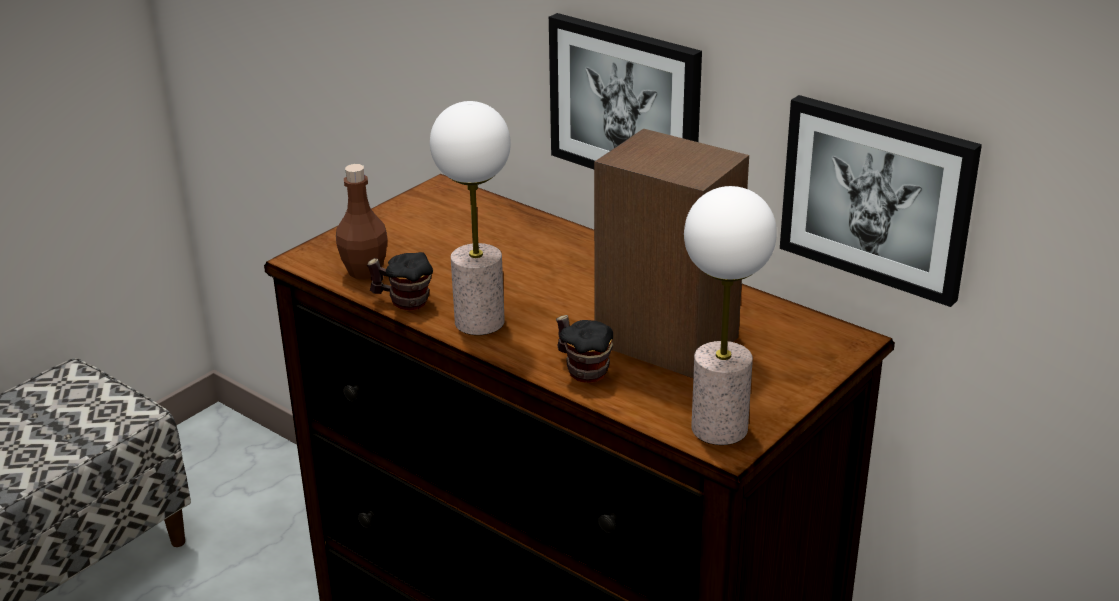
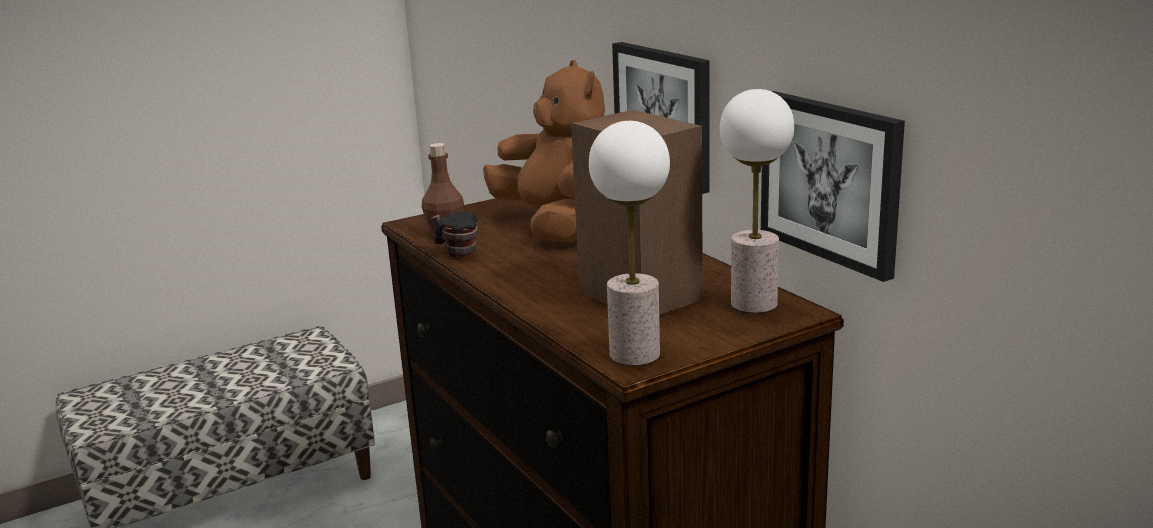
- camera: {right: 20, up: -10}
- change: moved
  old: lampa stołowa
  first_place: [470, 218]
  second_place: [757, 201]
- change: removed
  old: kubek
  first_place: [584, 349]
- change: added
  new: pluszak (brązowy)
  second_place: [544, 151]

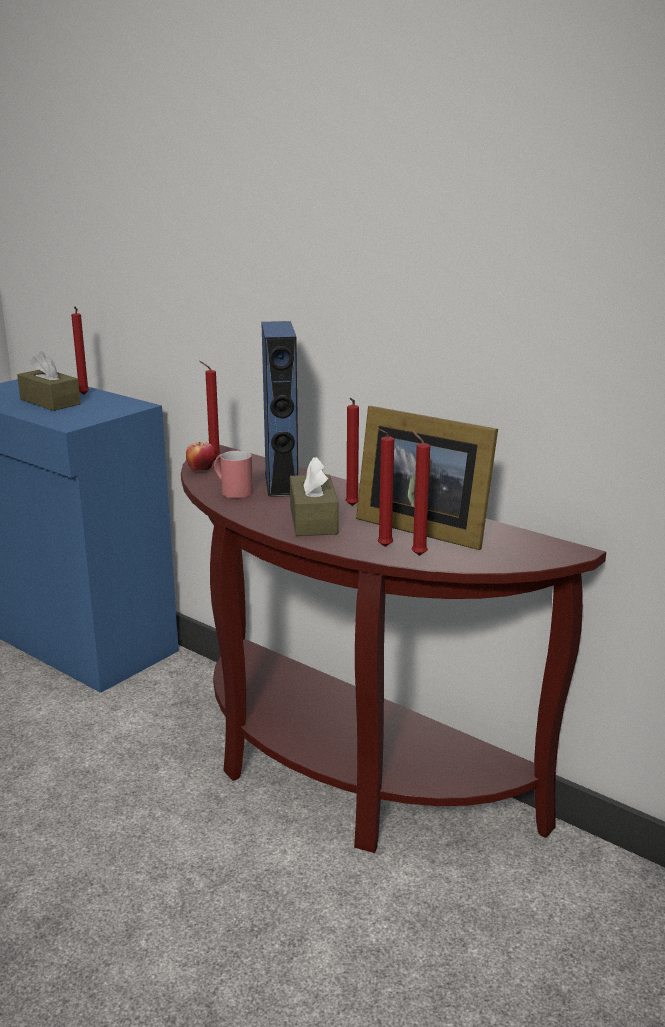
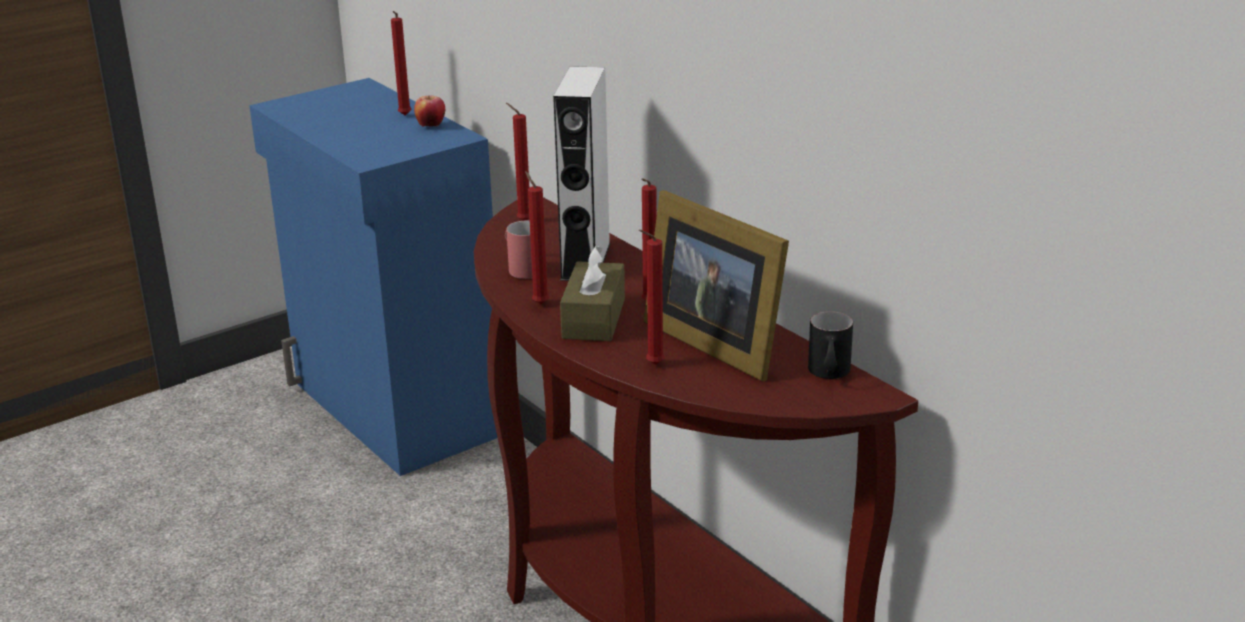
- camera: {right: 15, up: 5}
- change: recoloured
  old: głośnik (niebieski)
  new: głośnik (biały)
  first_place: [279, 409]
  second_place: [582, 173]
- change: removed
  old: pudełko chusteczek (brązowy)
  first_place: [49, 381]
- change: moved
  old: świeca (czerwony)
  first_place: [420, 493]
  second_place: [537, 237]
- change: moved
  old: jabłko
  first_place: [200, 456]
  second_place: [429, 111]
- change: added
  new: kubek (czarny)
  second_place: [830, 345]

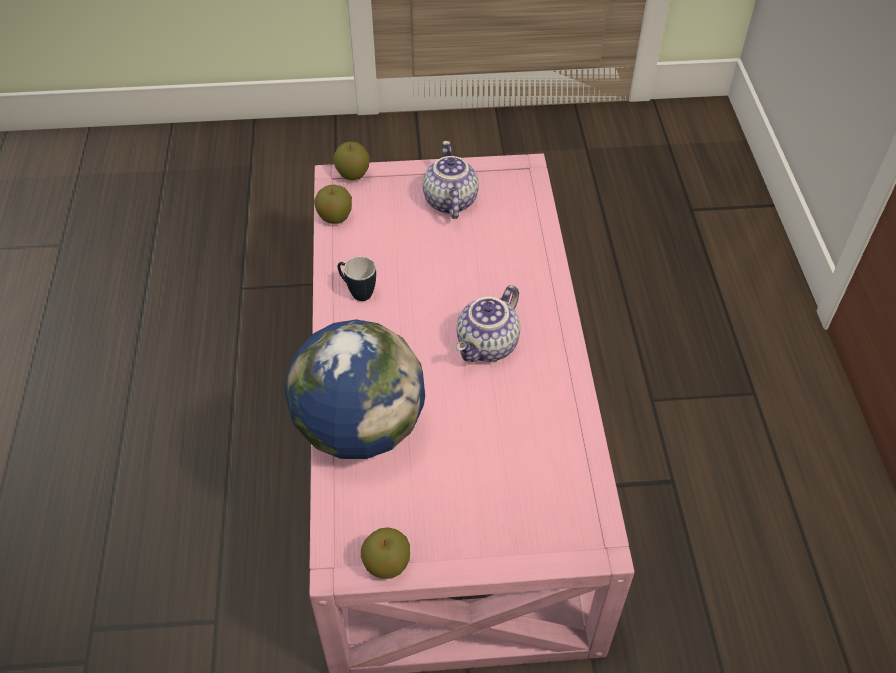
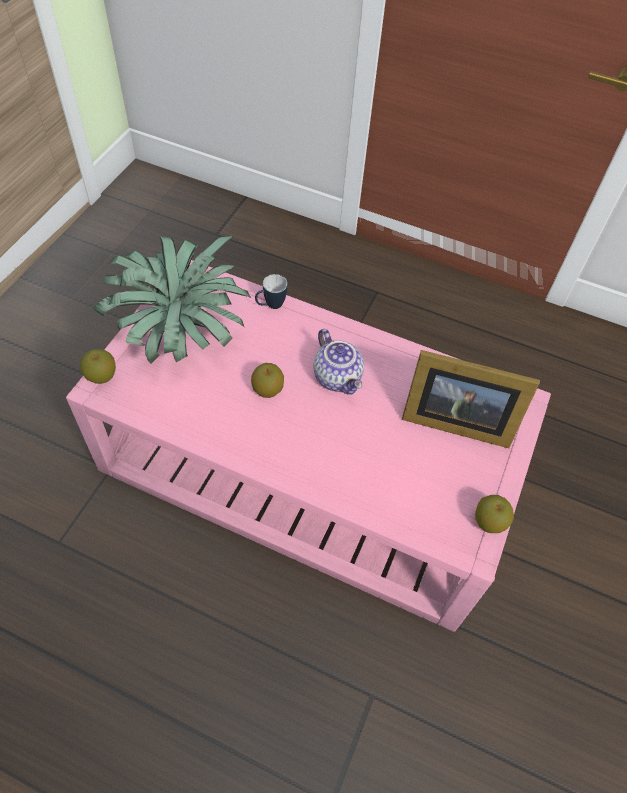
- camera: {right: -65, up: 5}
- change: replaced
  old: imbryk
  new: roślina doniczkowa
  first_place: [451, 180]
  second_place: [172, 300]
- change: moved
  old: jabłko
  first_place: [333, 204]
  second_place: [267, 380]
- change: moved
  old: kubek
  first_place: [357, 279]
  second_place: [271, 291]
- change: removed
  old: globus
  first_place: [355, 389]
- change: added
  new: ramka na zdjęcie
  second_place: [471, 399]

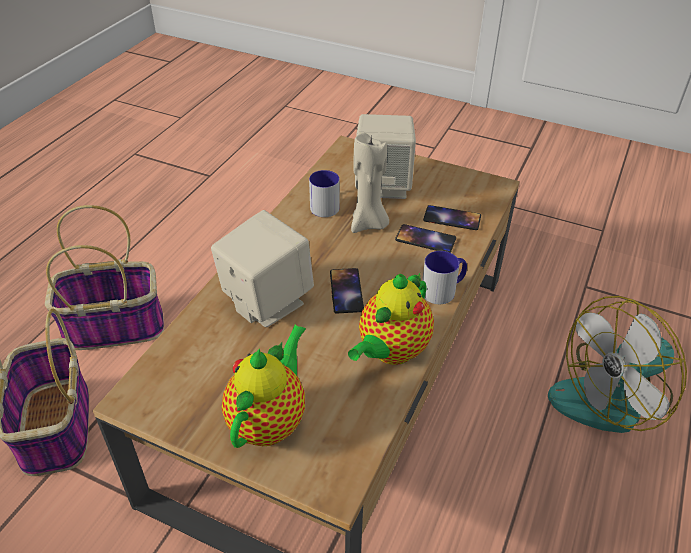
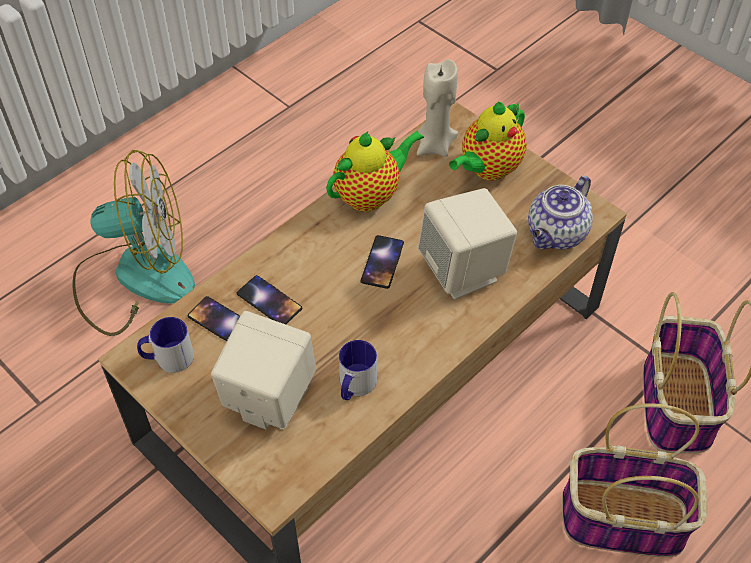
- camera: {right: -160, up: 10}
- change: moved
  old: świeca (beżowy)
  first_place: [370, 183]
  second_place: [437, 108]
- change: moved
  old: kubek
  first_place: [444, 277]
  second_place: [165, 345]
- change: added
  new: imbryk
  second_place: [560, 212]

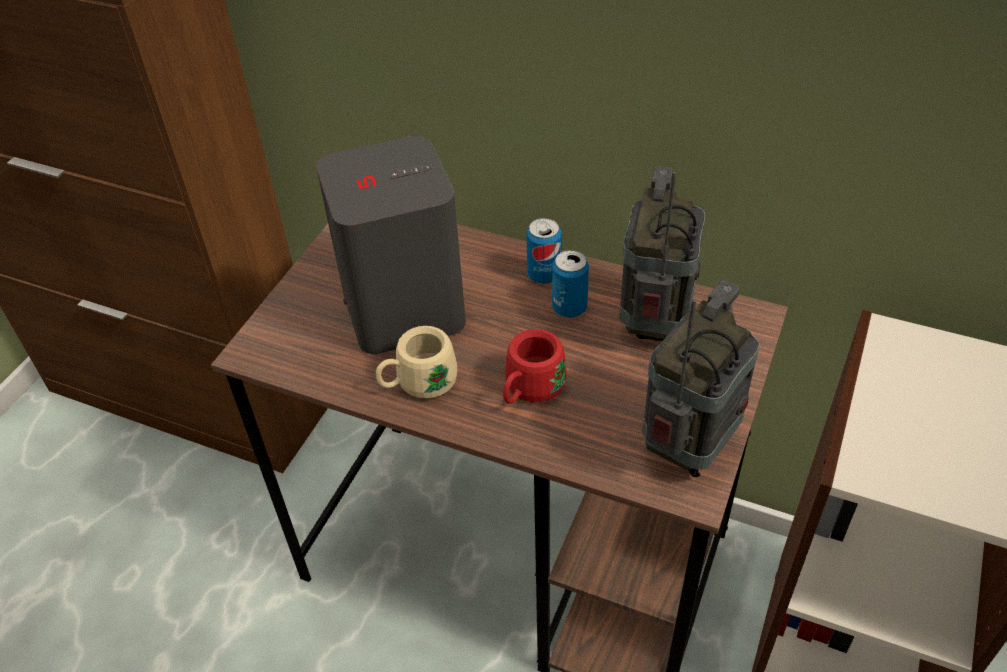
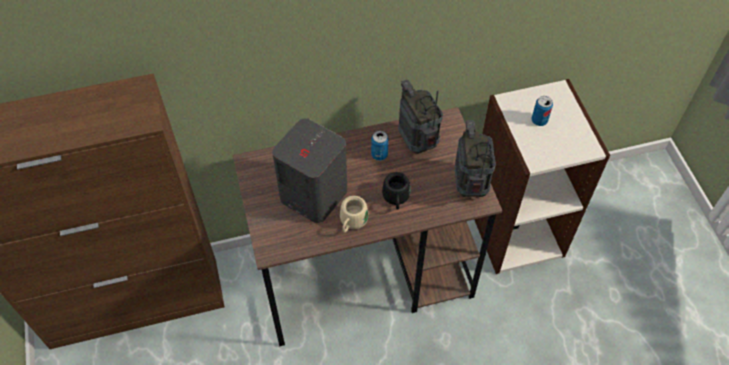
- camera: {right: -40, up: 10}
- change: moved
  old: puszka
  first_place: [544, 251]
  second_place: [542, 111]
- change: recoloured
  old: kubek (czerwony)
  new: kubek (czarny)
  first_place: [535, 366]
  second_place: [396, 191]

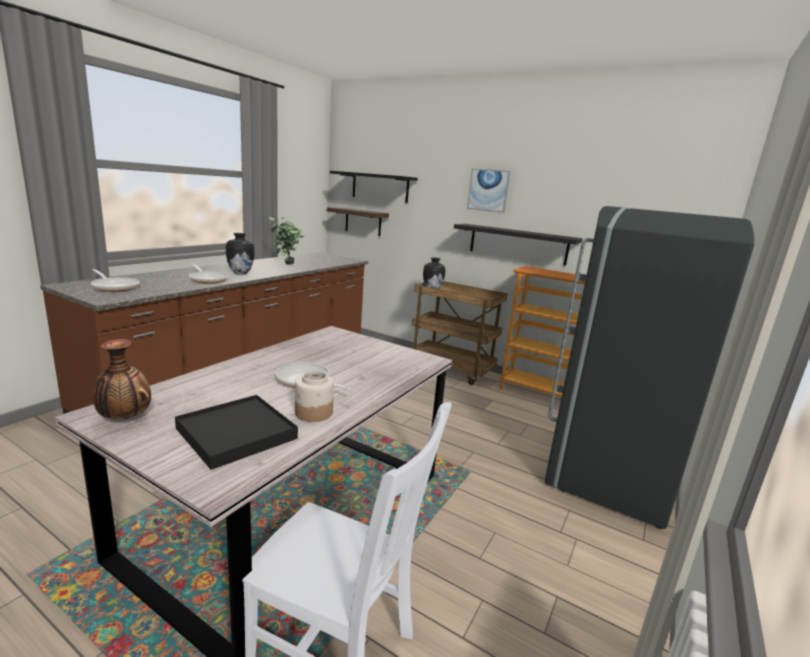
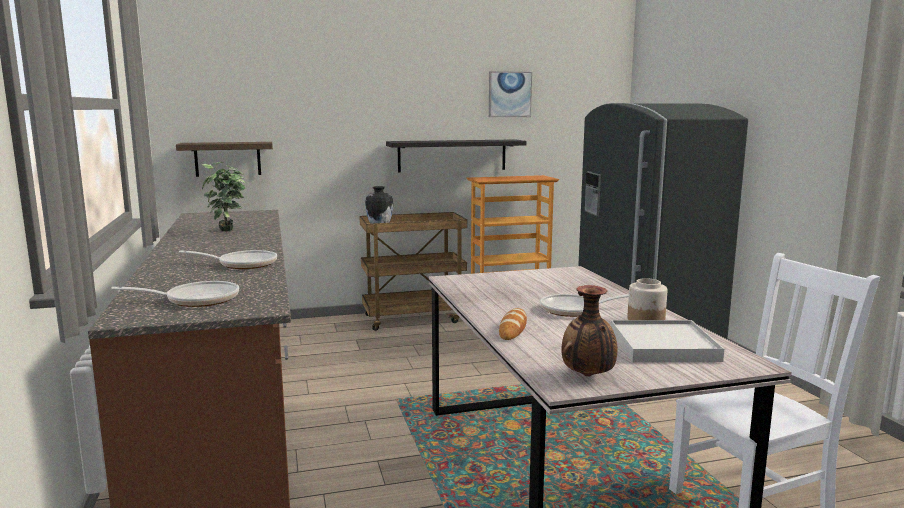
- camera: {right: -45, up: -5}
- change: moved
  old: obraz
  first_place: [488, 191]
  second_place: [510, 94]
- change: removed
  old: półka (czarny)
  first_place: [374, 187]
- change: removed
  old: wazon
  first_place: [240, 254]
- change: recoloured
  old: taca (czarny)
  new: taca (biały)
  first_place: [236, 432]
  second_place: [667, 341]
- change: added
  new: chleb
  second_place: [513, 324]

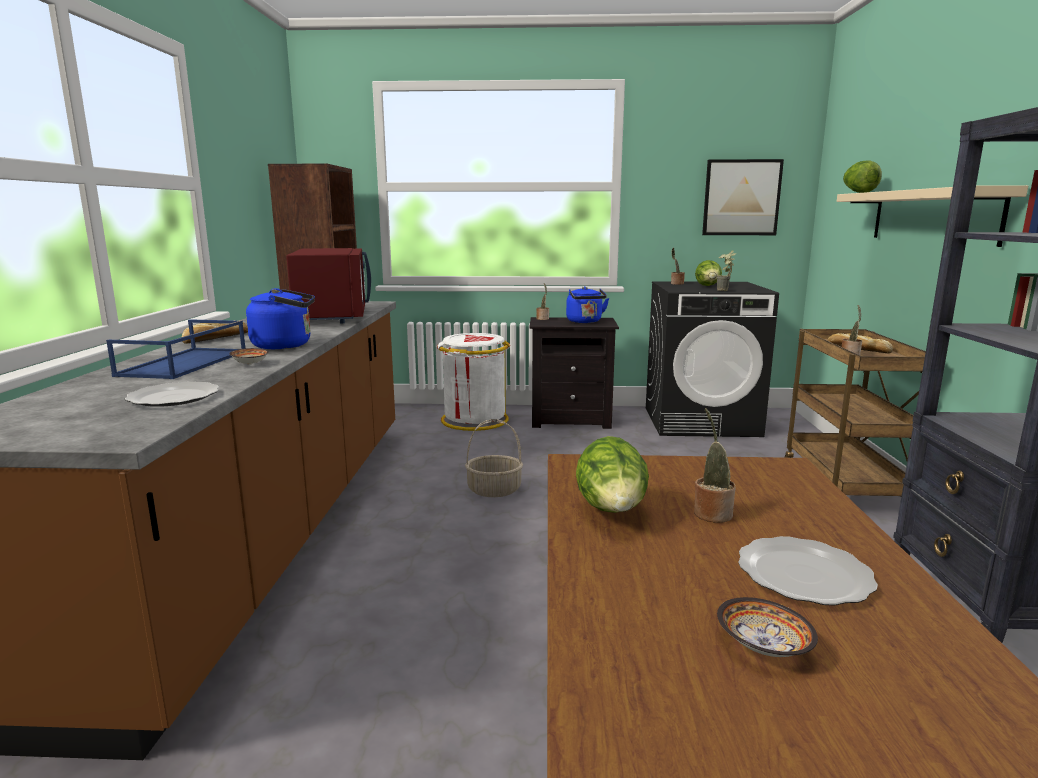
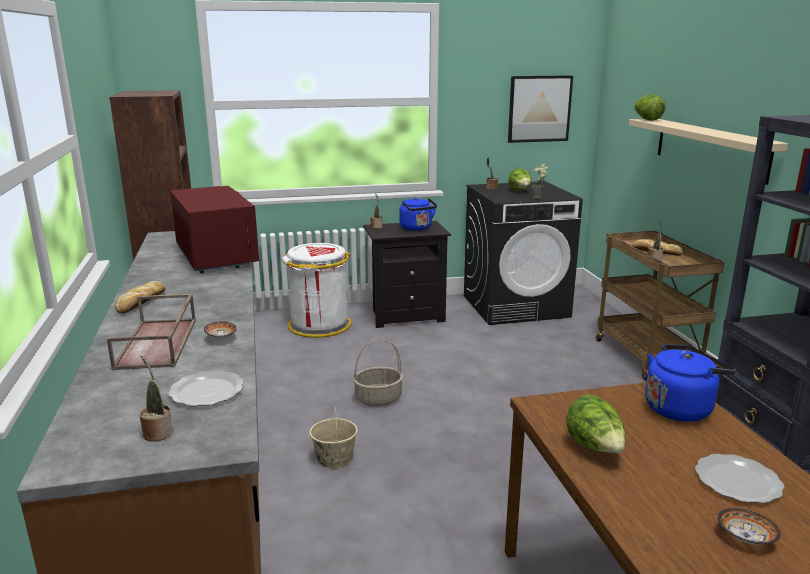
- camera: {right: -15, up: 5}
- change: moved
  old: czajnik (niebieski)
  first_place: [280, 318]
  second_place: [690, 383]
- change: recoloured
  old: taca (niebieski)
  new: taca (brązowy)
  first_place: [175, 349]
  second_place: [151, 332]
- change: moved
  old: roślina doniczkowa
  first_place: [715, 465]
  second_place: [156, 398]
- change: added
  new: wiadro (beżowy)
  second_place: [333, 437]

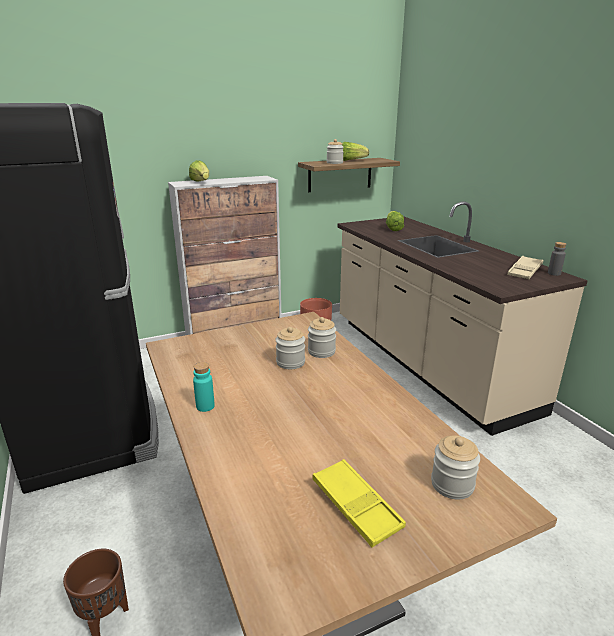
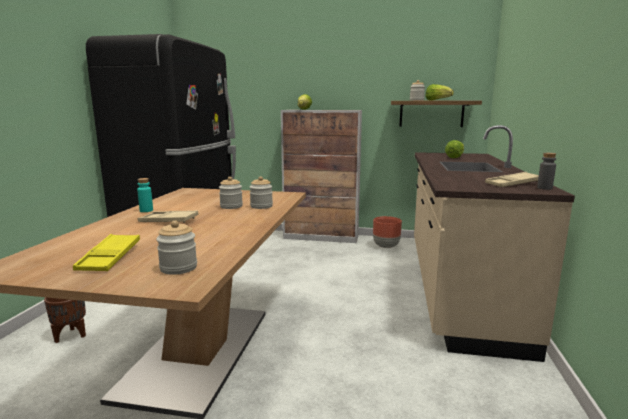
- camera: {right: 35, up: -10}
- change: added
  new: taca (beżowy)
  second_place: [168, 217]

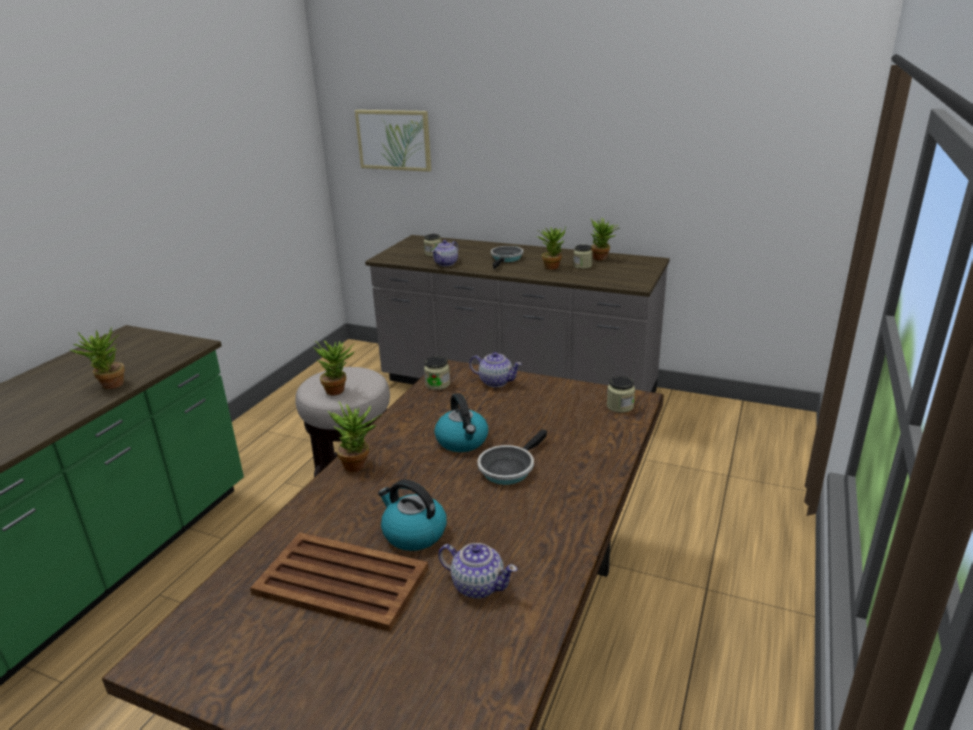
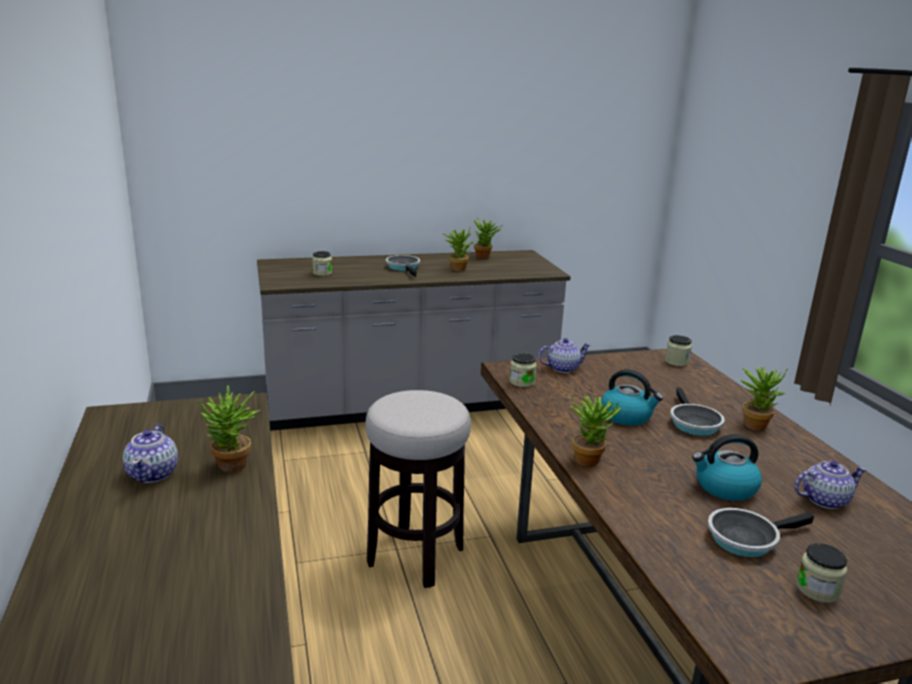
- camera: {right: -40, up: -5}
- change: removed
  old: obraz
  first_place: [393, 141]
- change: moved
  old: imbryk
  first_place: [445, 253]
  second_place: [150, 453]
- change: moved
  old: słoik
  first_place: [583, 256]
  second_place: [821, 573]
- change: moved
  old: roślina doniczkowa
  first_place: [334, 368]
  second_place: [763, 398]
- change: replaced
  old: taca (brązowy)
  new: patelnia
  first_place: [339, 582]
  second_place: [761, 532]

